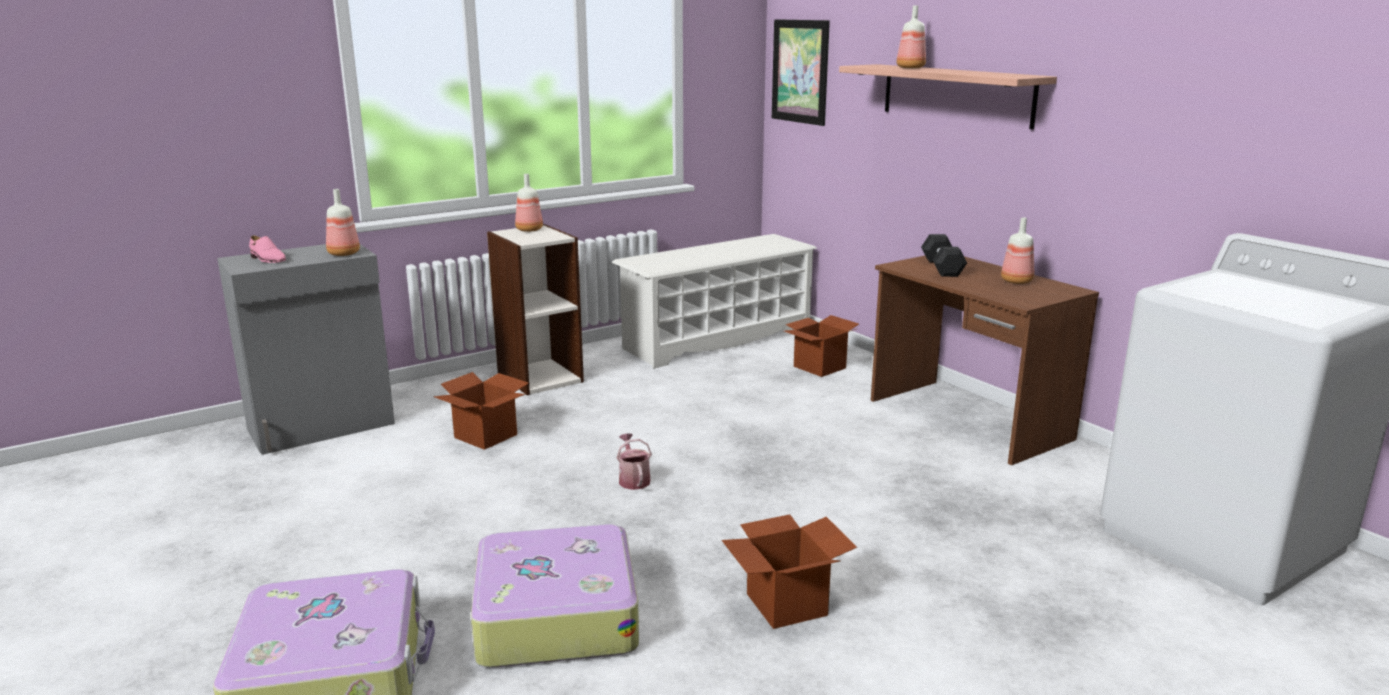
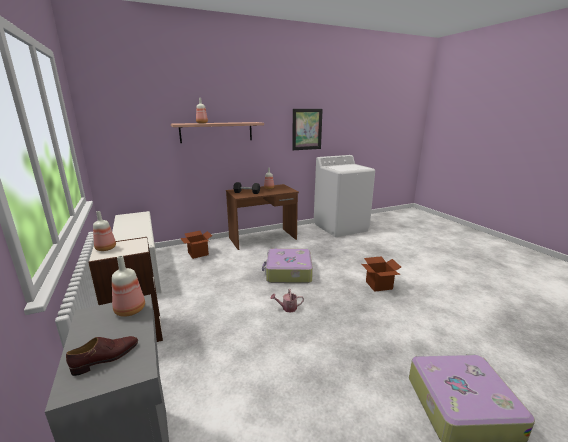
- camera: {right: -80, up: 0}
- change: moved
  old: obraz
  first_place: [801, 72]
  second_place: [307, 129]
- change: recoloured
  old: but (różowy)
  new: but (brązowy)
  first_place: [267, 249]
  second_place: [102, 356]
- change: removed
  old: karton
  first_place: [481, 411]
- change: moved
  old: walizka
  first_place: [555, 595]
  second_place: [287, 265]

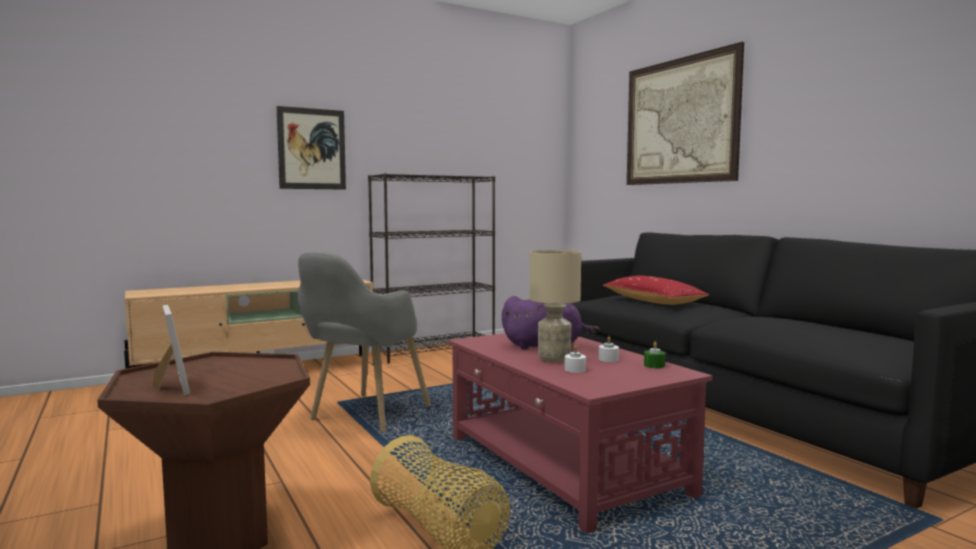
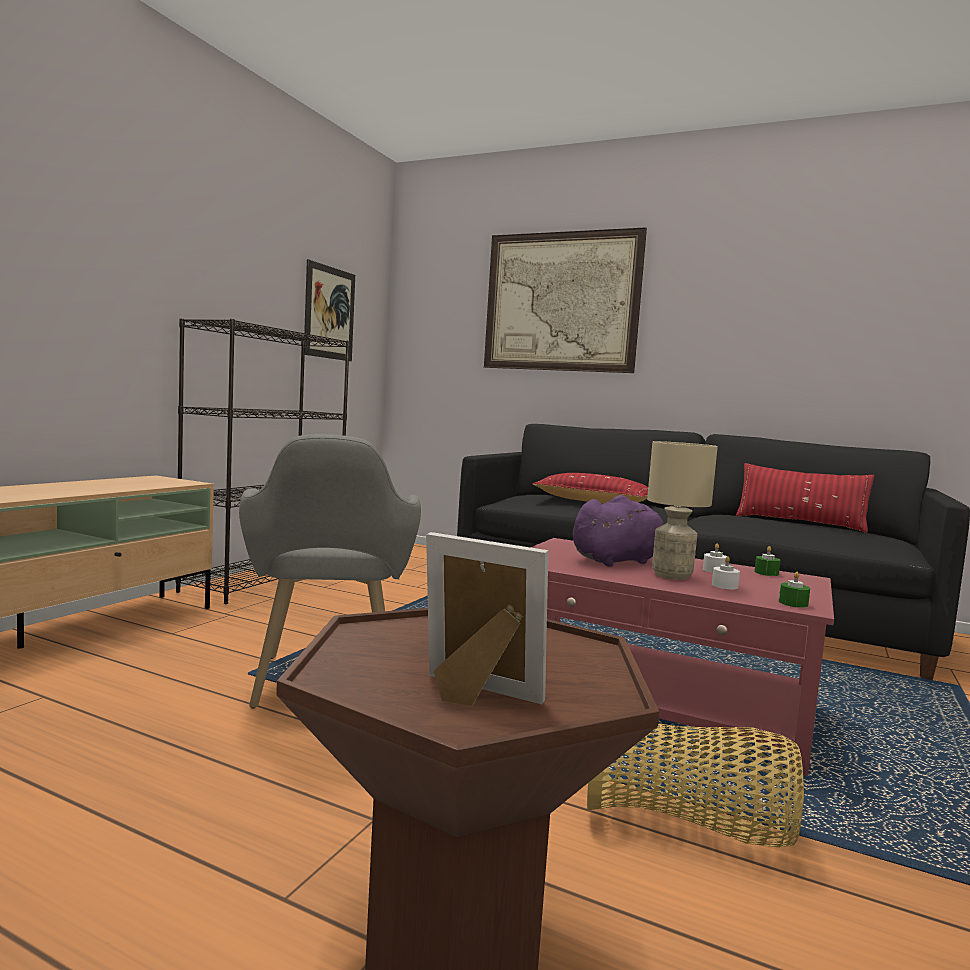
- camera: {right: -35, up: 0}
- change: moved
  old: obraz
  first_place: [311, 148]
  second_place: [329, 310]
- change: added
  new: poduszka (czerwony)
  second_place: [805, 498]
- change: added
  new: świeca (zielony)
  second_place: [794, 590]

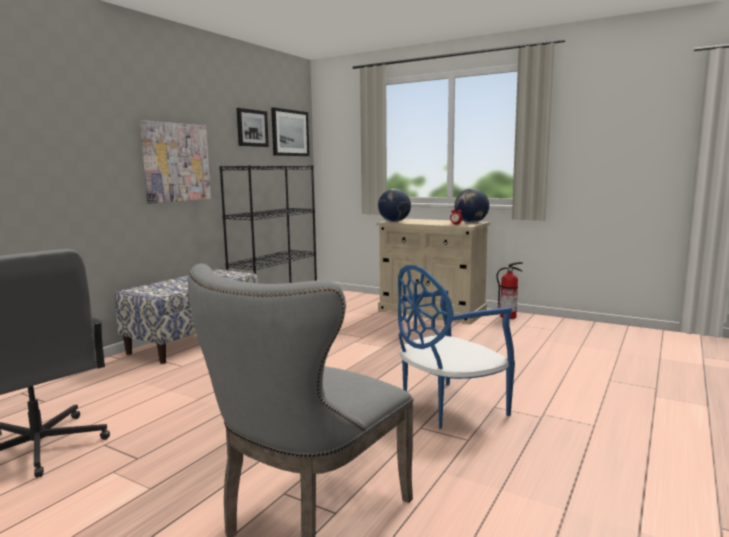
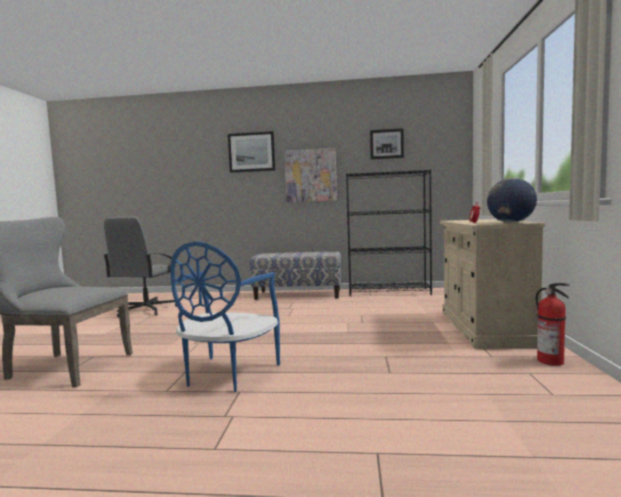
- camera: {right: 65, up: -5}
- change: moved
  old: obraz
  first_place: [290, 131]
  second_place: [251, 152]
- change: removed
  old: globus
  first_place: [394, 205]
- change: turned
  old: krzesło (niebieski)
  first_place: [456, 347]
  second_place: [225, 317]
  degrees: -105

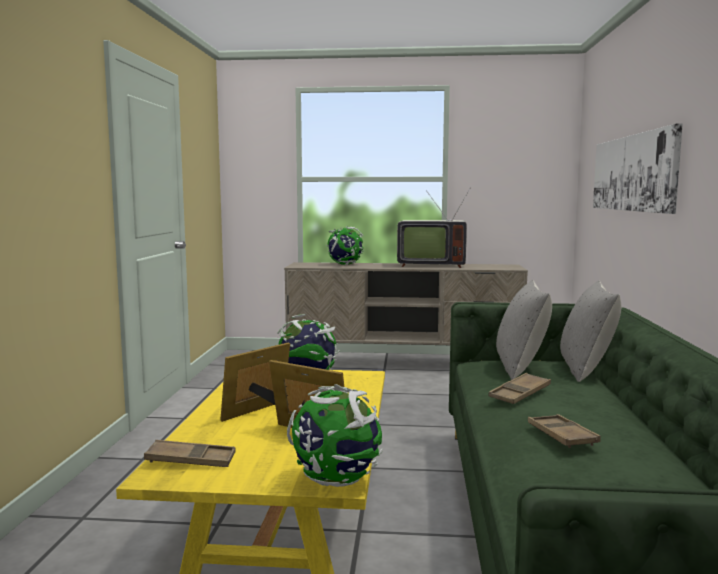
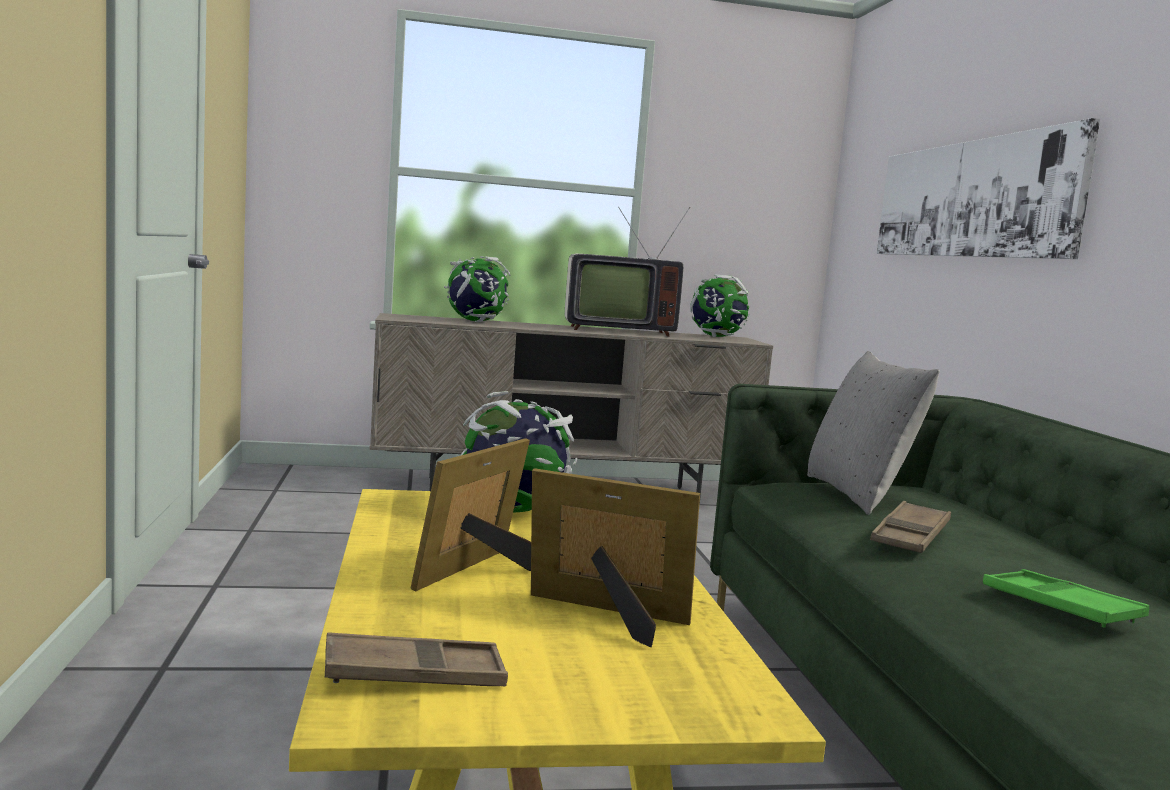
- camera: {right: -15, up: 0}
- change: removed
  old: poduszka (szary)
  first_place: [590, 331]
- change: moved
  old: globus
  first_place: [335, 435]
  second_place: [720, 305]
- change: recoloured
  old: taca (brązowy)
  new: taca (zielony)
  first_place: [564, 431]
  second_place: [1066, 598]

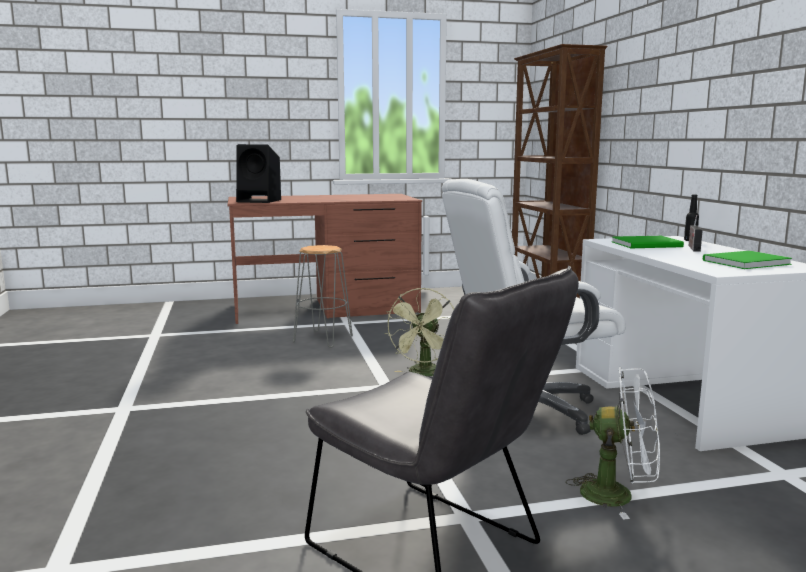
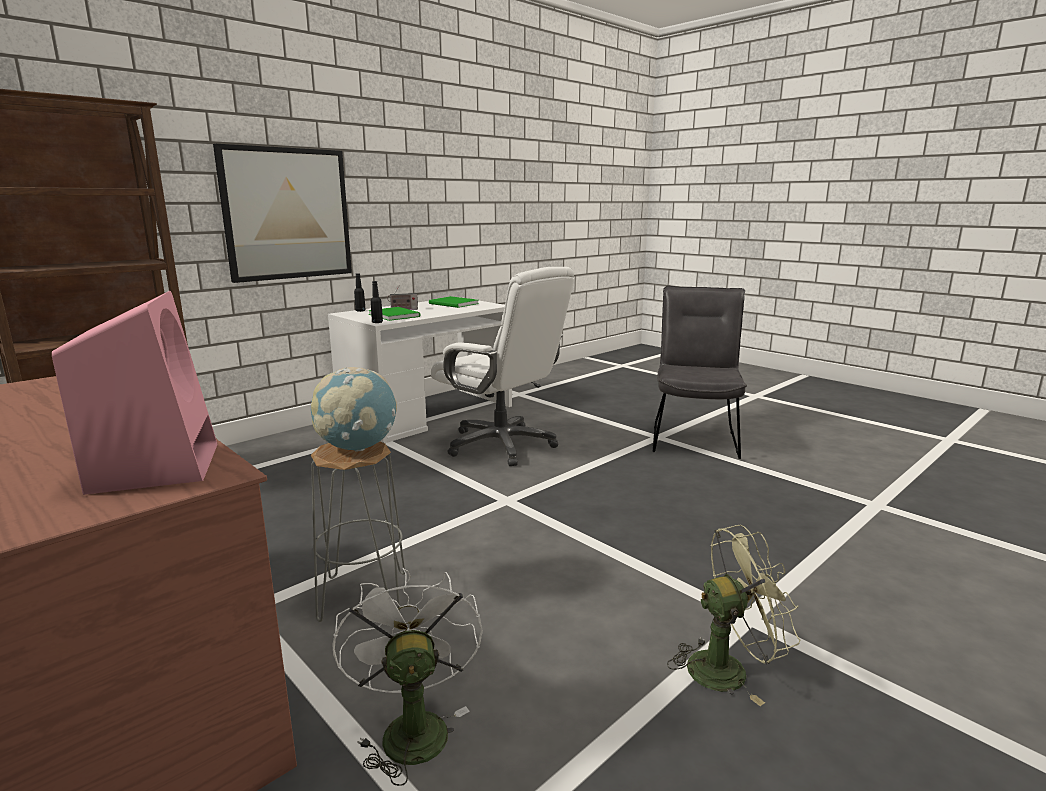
- camera: {right: -120, up: 5}
- change: recoloured
  old: głośnik (czarny)
  new: głośnik (różowy)
  first_place: [258, 173]
  second_place: [134, 393]
- change: moved
  old: wentylator (zielony)
  first_place: [419, 332]
  second_place: [734, 615]
- change: moved
  old: wentylator (biały)
  first_place: [613, 443]
  second_place: [407, 677]
- change: added
  new: obraz
  second_place: [282, 213]
- change: added
  new: butelka (czarny)
  second_place: [377, 302]
- change: added
  new: globus
  second_place: [354, 409]

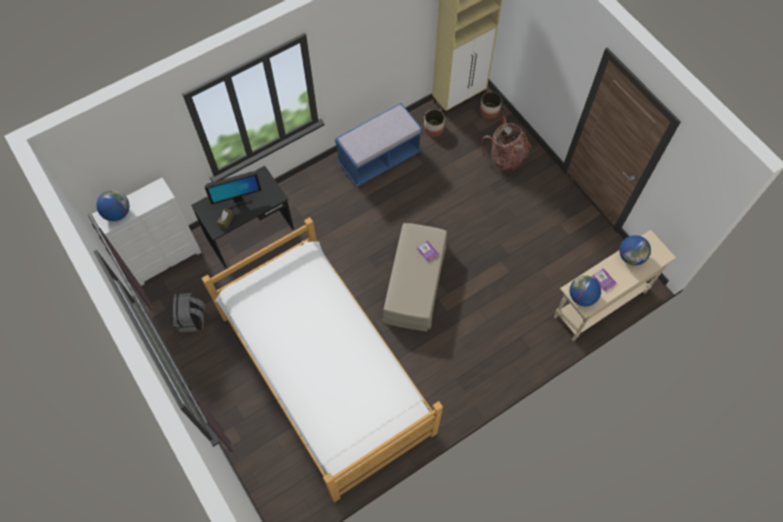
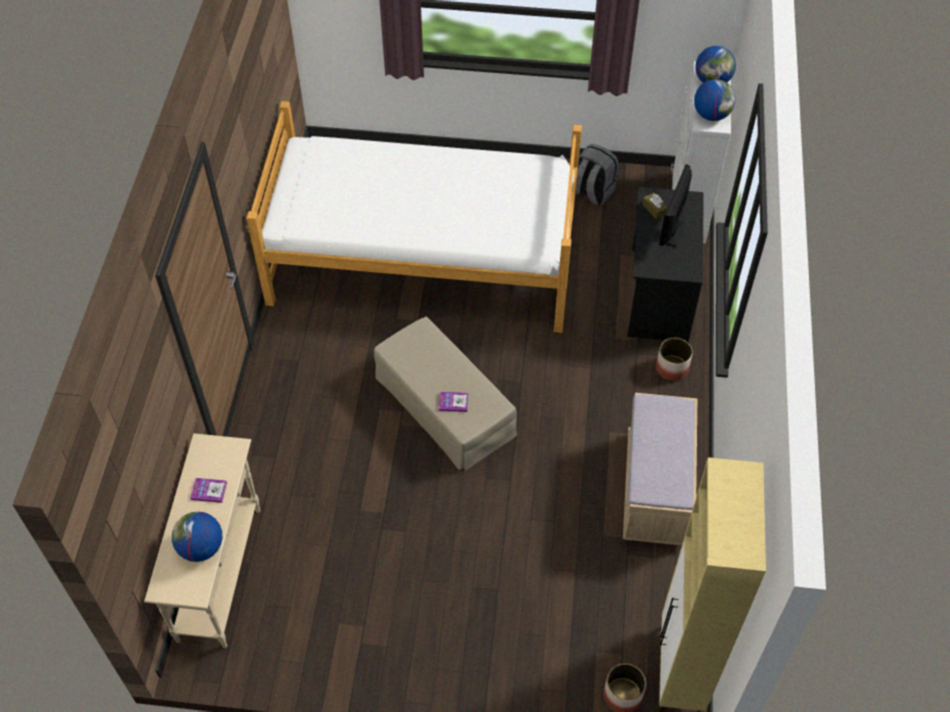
- camera: {right: 130, up: -10}
- change: recoloured
  old: ławka (niebieski)
  new: ławka (beżowy)
  first_place: [378, 145]
  second_place: [660, 469]
- change: moved
  old: donica
  first_place: [434, 122]
  second_place: [674, 359]
- change: removed
  old: plecak
  first_place: [506, 144]
- change: moved
  old: globus
  first_place: [585, 290]
  second_place: [715, 100]

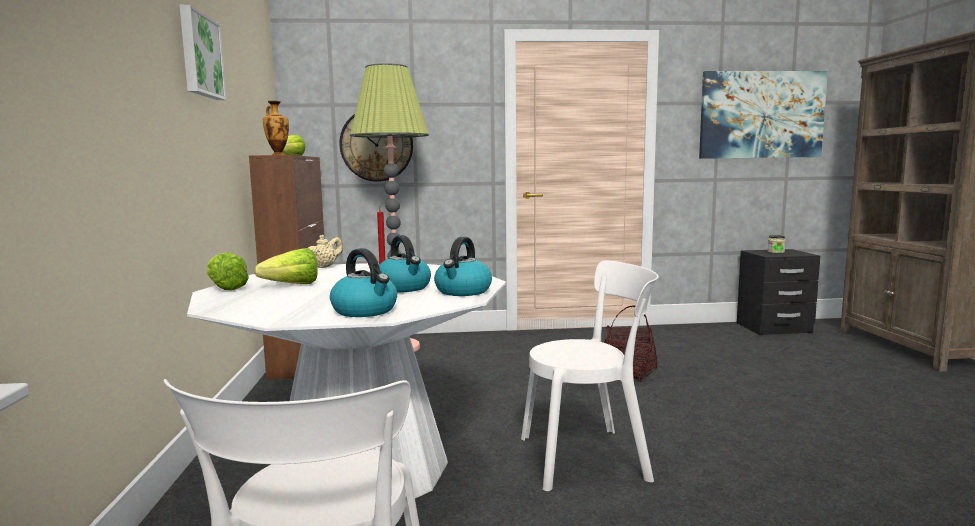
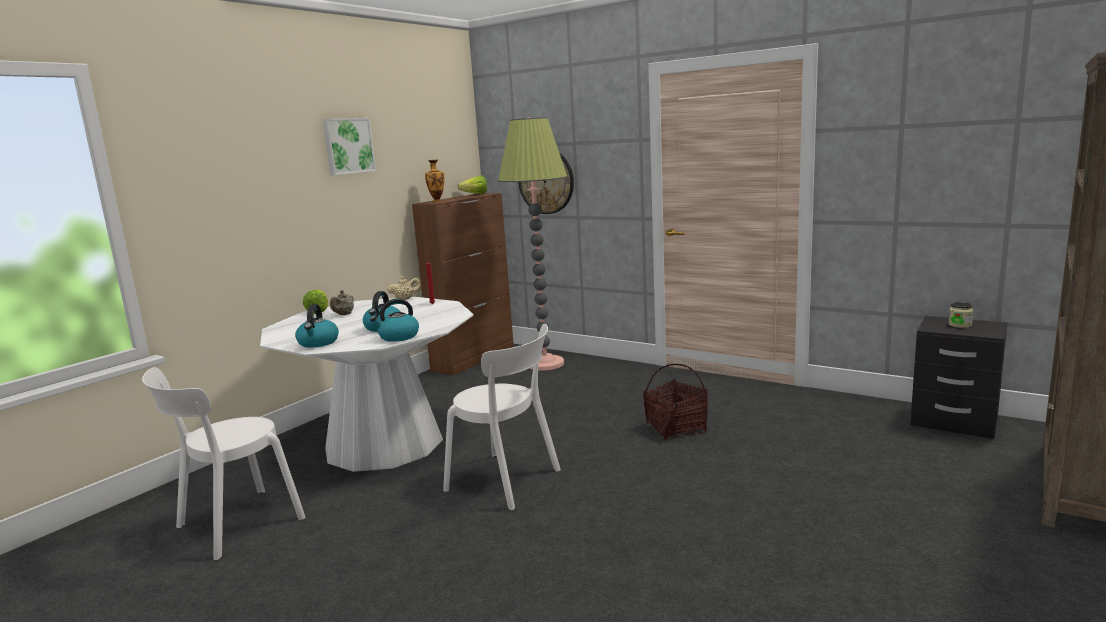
- camera: {right: 40, up: 5}
- change: removed
  old: obraz
  first_place: [763, 115]
- change: replaced
  old: sałata
  new: imbryk (beżowy)
  first_place: [286, 266]
  second_place: [342, 302]

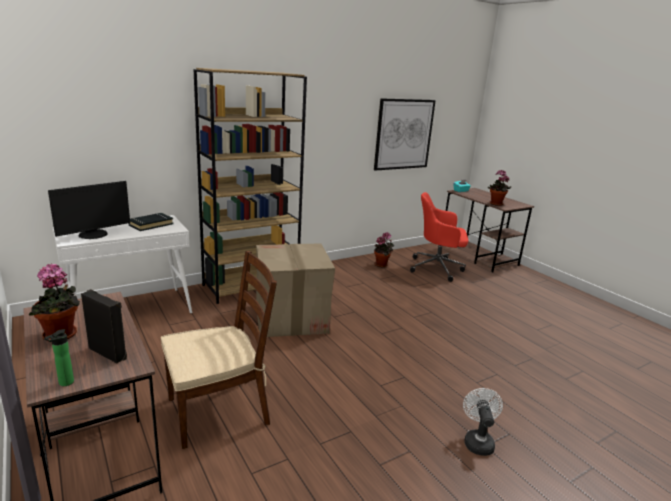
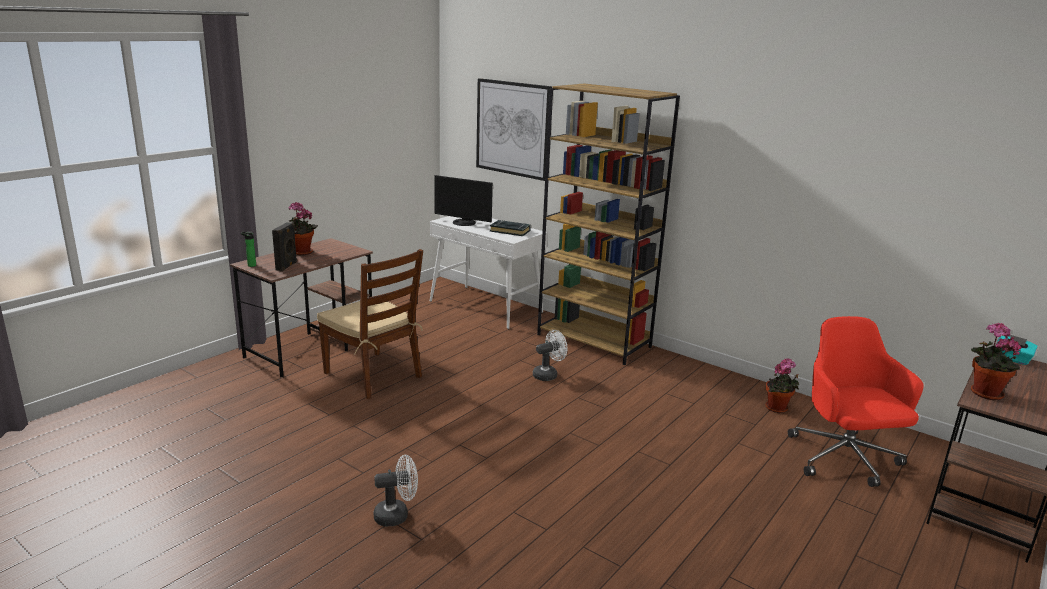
- camera: {right: 70, up: 0}
- change: moved
  old: obraz
  first_place: [405, 134]
  second_place: [514, 129]
- change: replaced
  old: karton
  new: wentylator (biały)
  first_place: [295, 290]
  second_place: [550, 355]

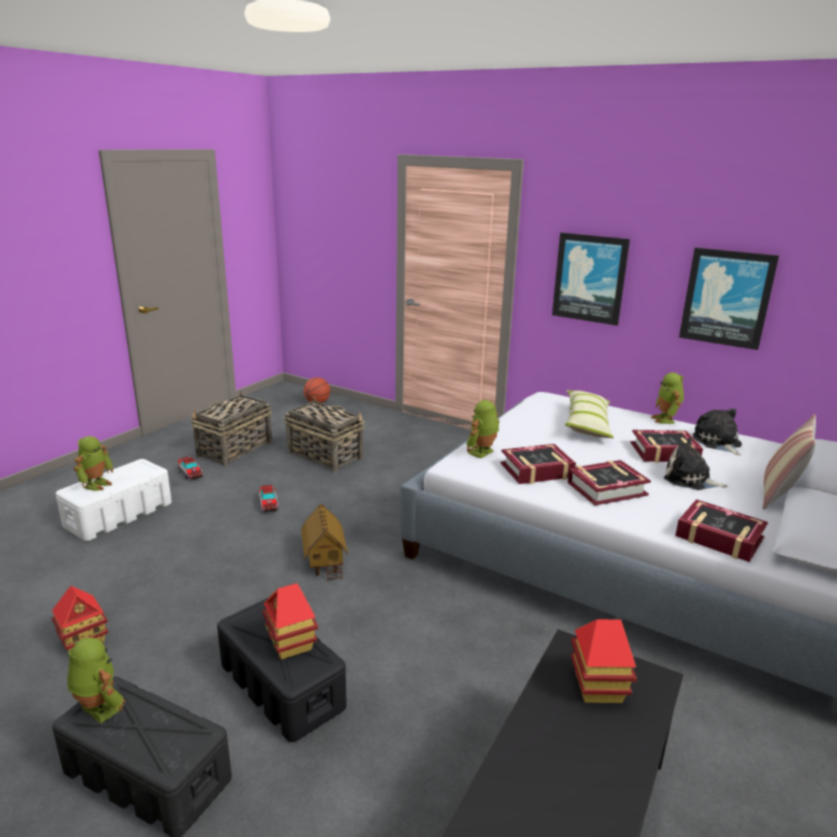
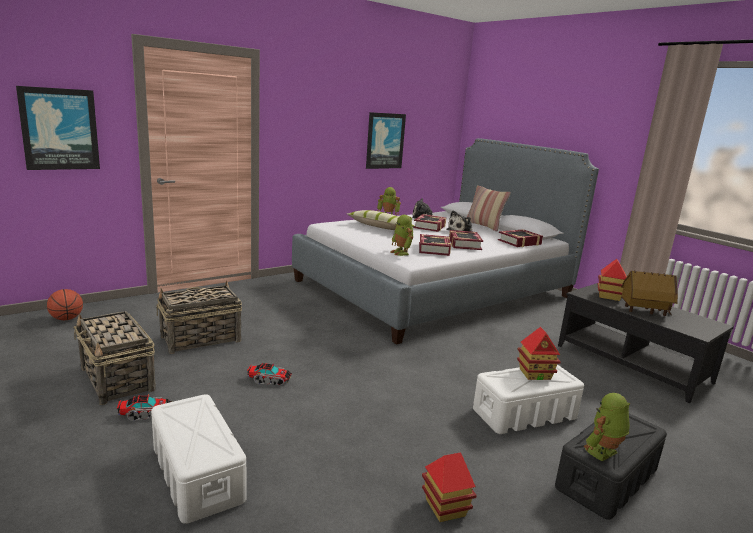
- camera: {right: -70, up: -5}
- change: moved
  old: obraz
  first_place: [591, 279]
  second_place: [58, 128]
- change: removed
  old: robot zabawkowy
  first_place: [93, 463]
- change: moved
  old: domek
  first_place: [324, 542]
  second_place: [649, 293]
- change: recoloured
  old: pojemnik do przechowywania (czarny)
  new: pojemnik do przechowywania (biały)
  first_place: [282, 670]
  second_place: [528, 399]

